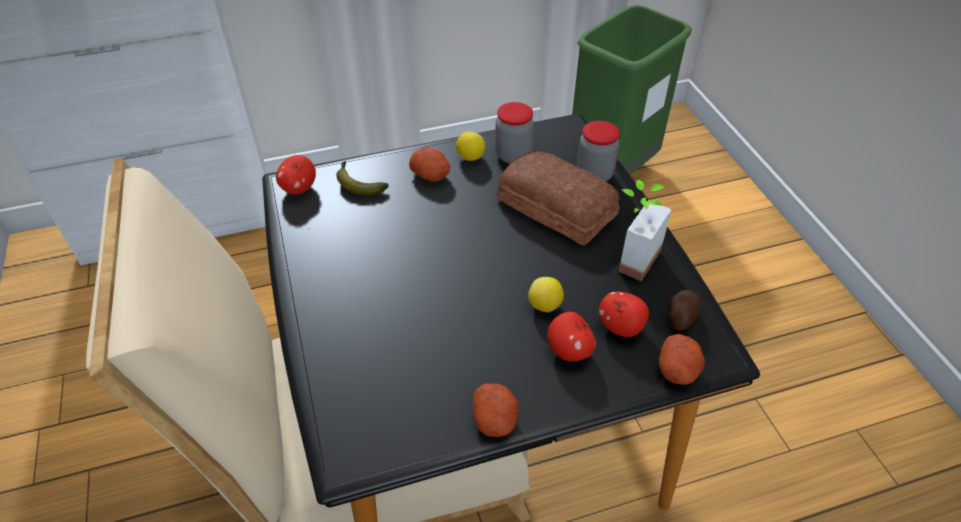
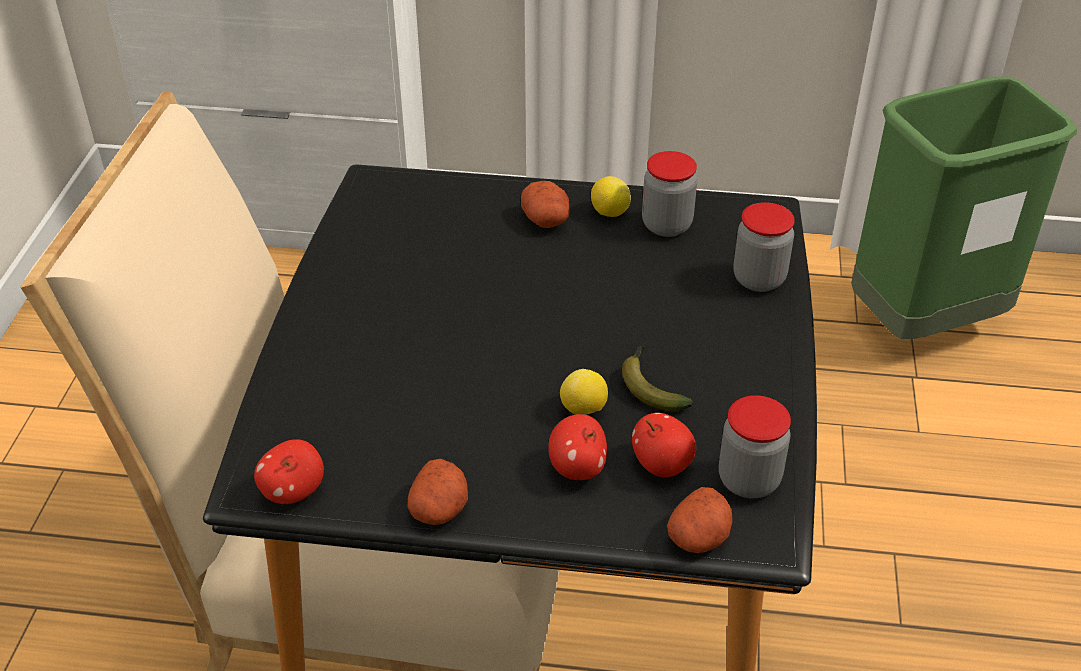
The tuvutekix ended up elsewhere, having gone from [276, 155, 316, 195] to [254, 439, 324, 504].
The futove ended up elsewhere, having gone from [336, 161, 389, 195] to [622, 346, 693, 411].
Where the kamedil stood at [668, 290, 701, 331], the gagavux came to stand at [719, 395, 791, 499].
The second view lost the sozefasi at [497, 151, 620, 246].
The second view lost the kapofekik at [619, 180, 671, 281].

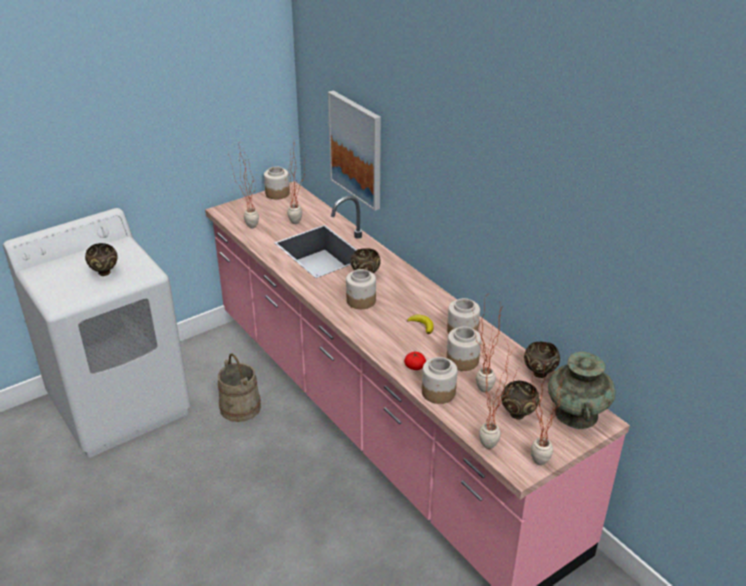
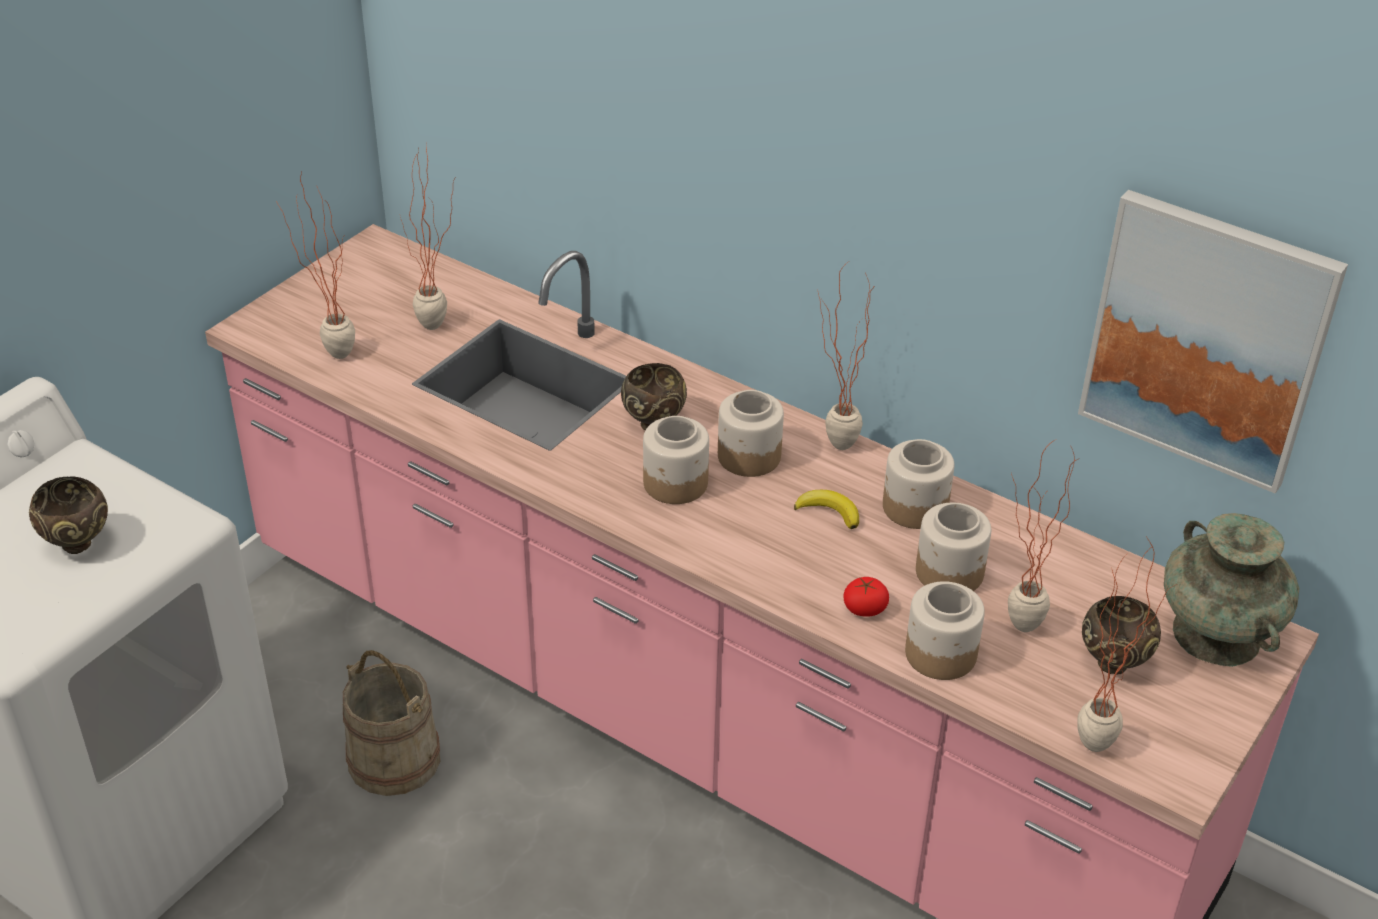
The gagavux ended up elsewhere, having gone from [264, 166, 290, 199] to [718, 390, 784, 477].
The kapofekik ended up elsewhere, having gone from [530, 361, 563, 465] to [818, 262, 874, 450].
The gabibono ended up elsewhere, having gone from [328, 90, 381, 211] to [1078, 190, 1348, 494].
The second view lost the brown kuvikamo at [524, 342, 560, 378].

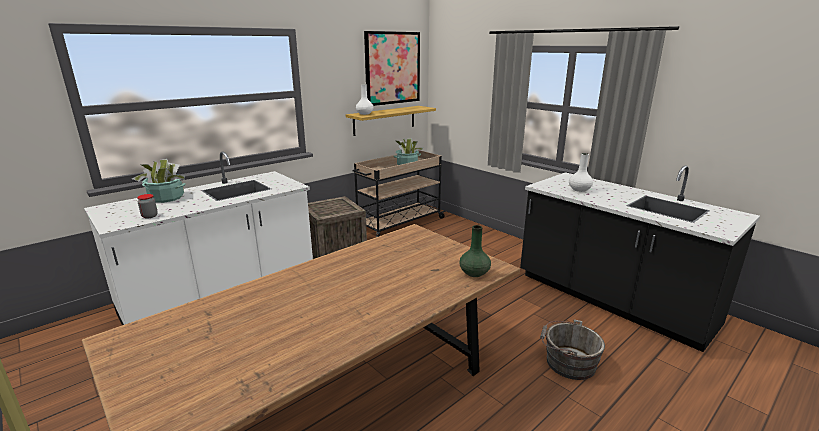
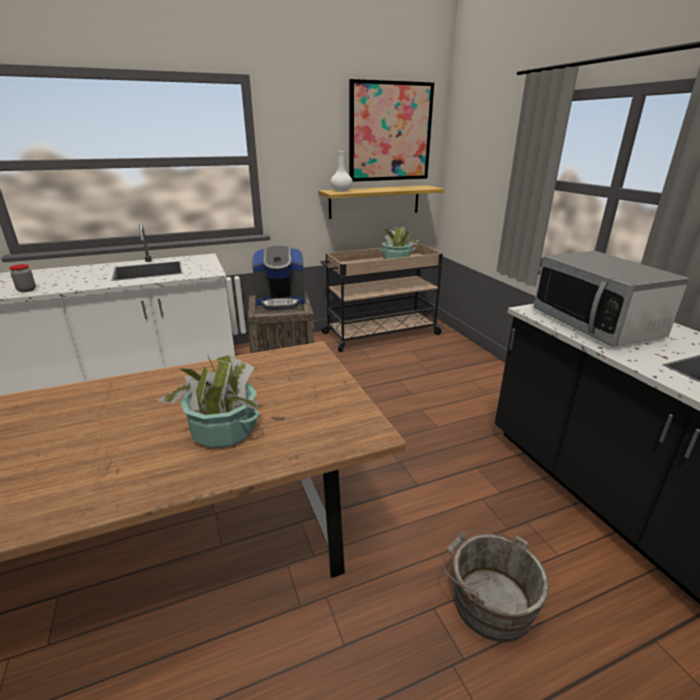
The kapofekik ended up elsewhere, having gone from [132, 159, 186, 203] to [157, 353, 260, 448].
The second view gained the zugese at [252, 246, 305, 310].
Where the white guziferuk stood at [569, 153, 593, 192], the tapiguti came to stand at [534, 251, 689, 347].
The second view lost the green guziferuk at [459, 225, 491, 277].

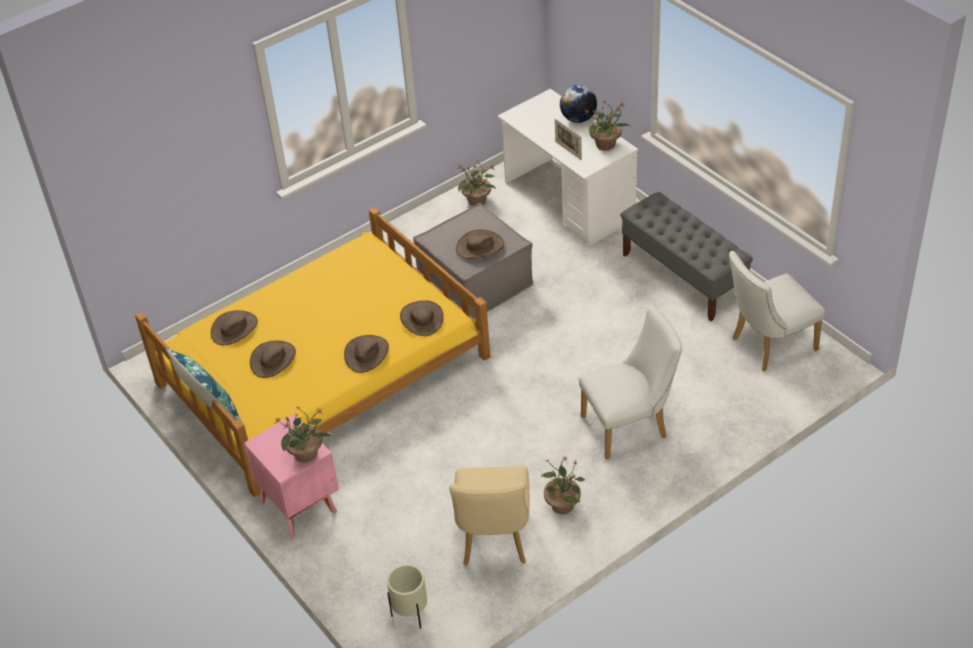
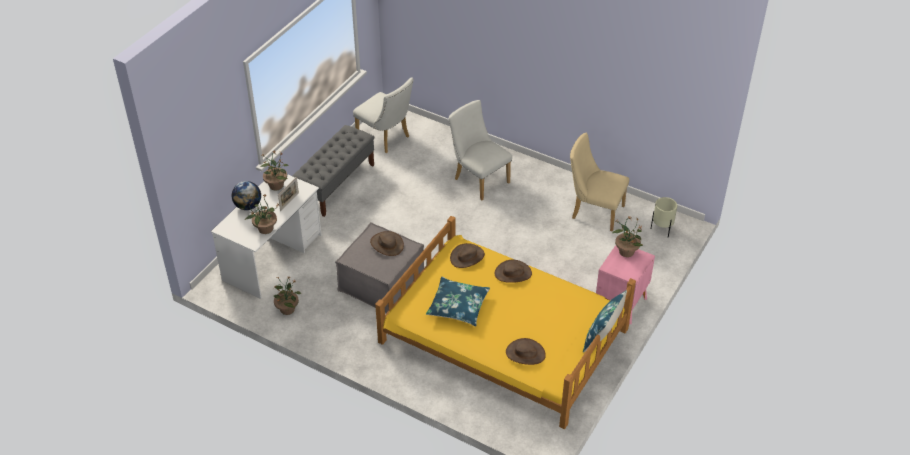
The kapofekik ended up elsewhere, having gone from [541, 456, 585, 514] to [245, 194, 279, 234].
The second view gained the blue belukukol at [426, 277, 490, 326].
The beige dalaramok at [449, 466, 529, 566] ended up facing another way, 135 degrees counterclockwise from before.
The second view lost the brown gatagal at [250, 341, 296, 378].

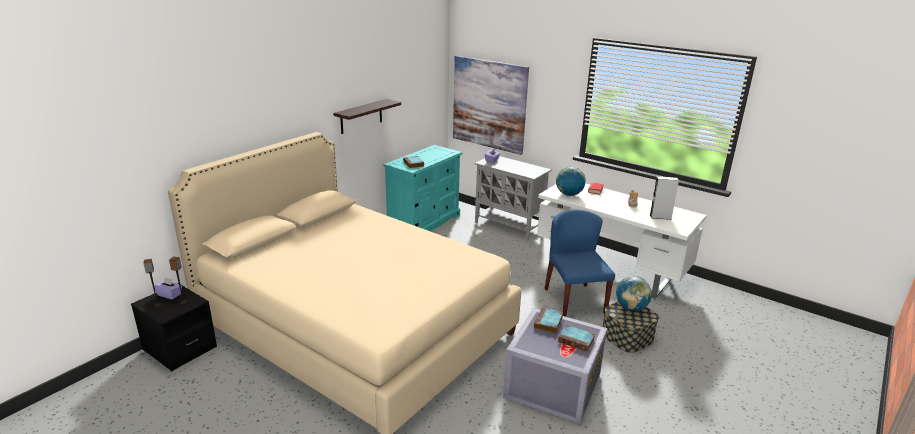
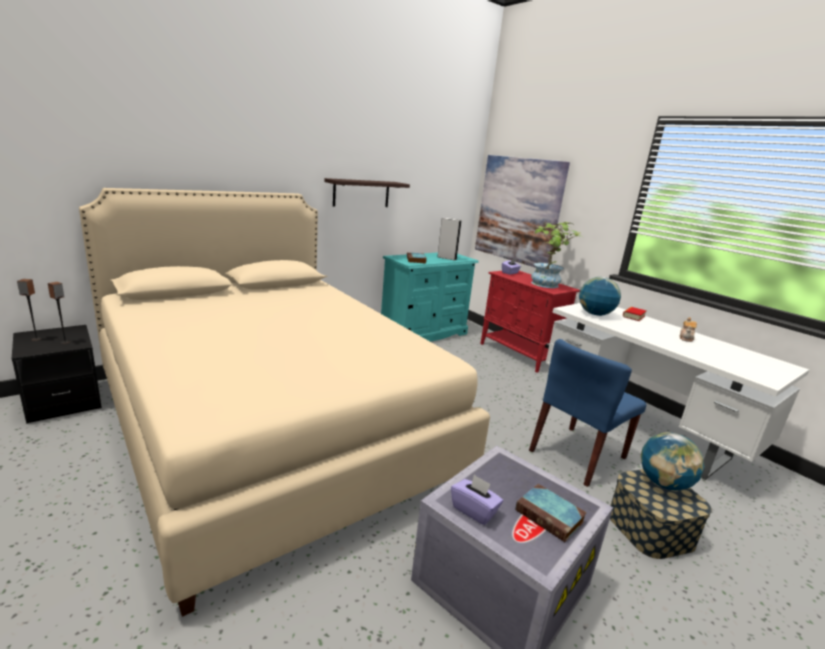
The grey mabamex ended up elsewhere, having gone from [650, 176, 679, 220] to [437, 218, 462, 260].
The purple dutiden ended up elsewhere, having gone from [154, 277, 182, 299] to [451, 474, 503, 525].
What was the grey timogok at [475, 156, 552, 241] turned into the red timogok at [481, 271, 580, 373].
The blue dalaramok at [544, 210, 615, 317] ended up facing another way, 135 degrees counterclockwise from before.
The second view gained the kapofekik at [531, 222, 585, 288].
The second view lost the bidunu at [534, 308, 563, 333].

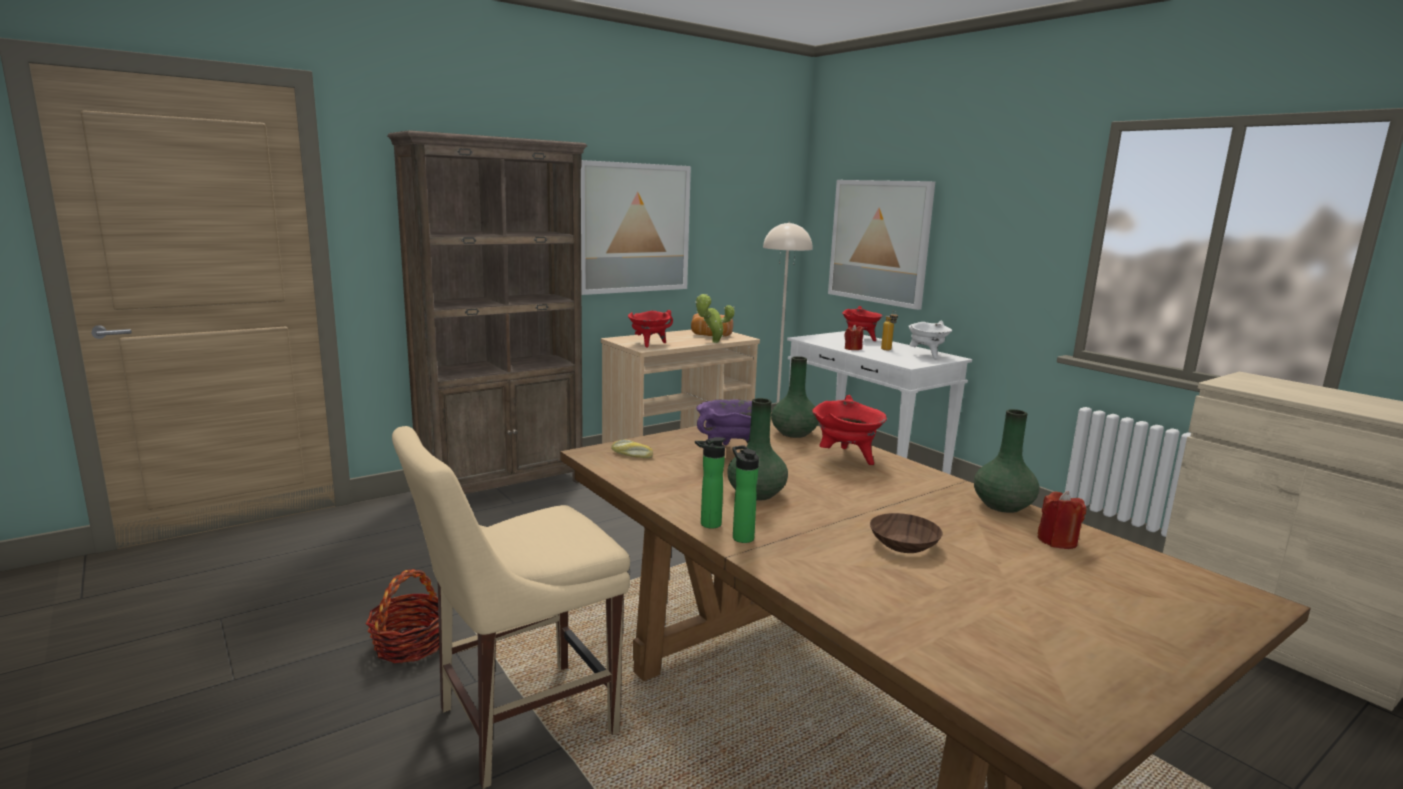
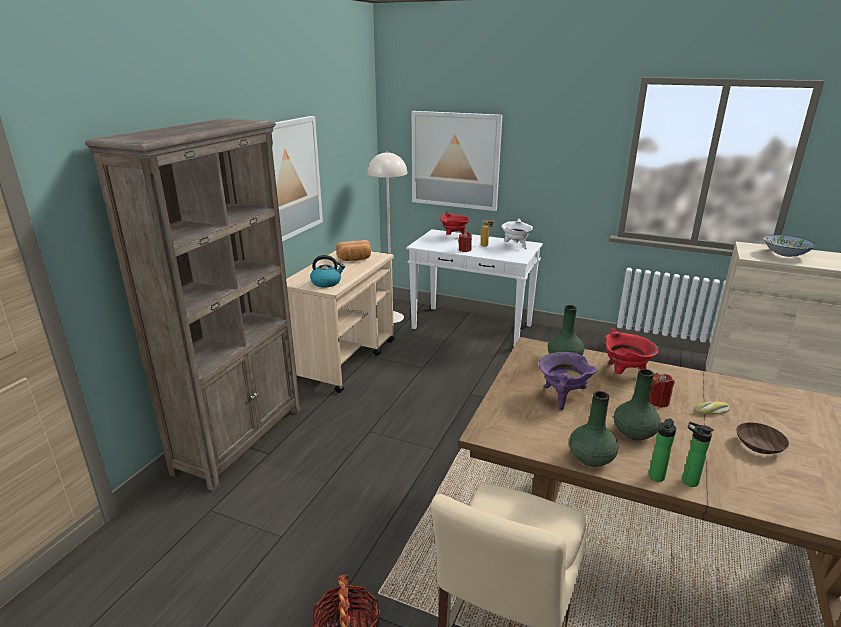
Where the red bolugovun stood at [628, 310, 673, 348], the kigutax came to stand at [310, 255, 345, 287].
The green guziferuk ended up elsewhere, having gone from [974, 409, 1039, 513] to [569, 391, 618, 467].
The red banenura ended up elsewhere, having gone from [1038, 491, 1086, 549] to [649, 373, 675, 408].
The sozefasi ended up elsewhere, having gone from [611, 440, 653, 458] to [694, 402, 730, 414].
The second view gained the kuvikamo at [763, 234, 817, 257].
The second view lost the kapofekik at [695, 294, 735, 343].

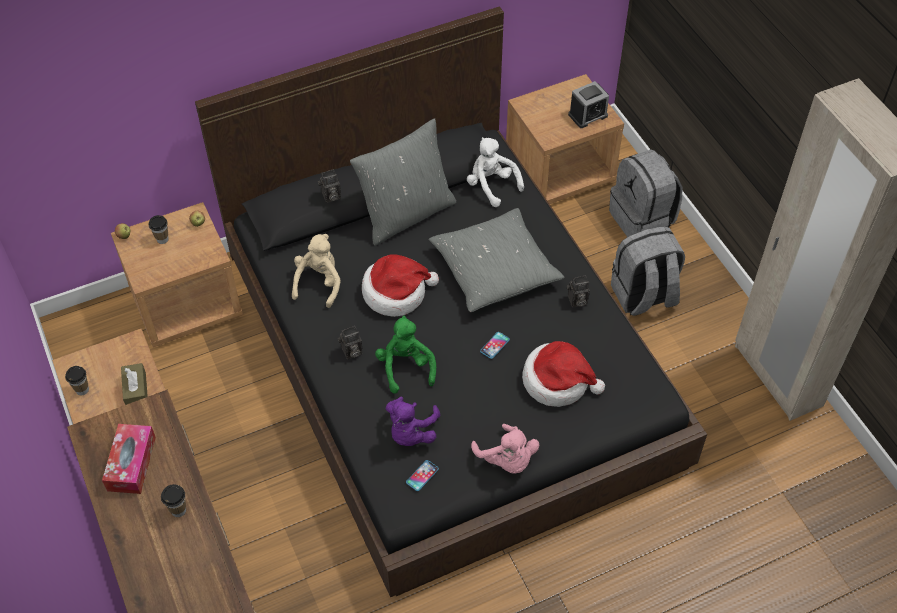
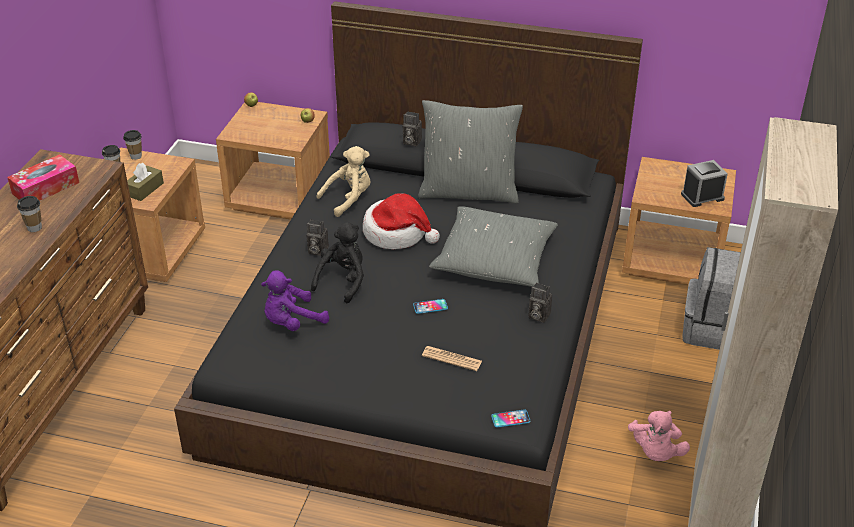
The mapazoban ended up elsewhere, having gone from [149, 215, 169, 244] to [123, 130, 142, 160].
What was the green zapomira at [375, 315, 436, 394] turned into the black zapomira at [311, 222, 364, 303].
Where the gatagal stood at [522, 341, 605, 407], the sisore came to stand at [422, 346, 482, 371].
The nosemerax ended up elsewhere, having gone from [406, 460, 439, 491] to [491, 409, 530, 428].
The pink zapomira ended up elsewhere, having gone from [471, 424, 539, 474] to [628, 411, 690, 461].
The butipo at [568, 81, 609, 128] ended up facing another way, 150 degrees clockwise from before.
The second view lost the white zapomira at [467, 137, 524, 207].
The second view lost the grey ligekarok at [611, 226, 685, 316].

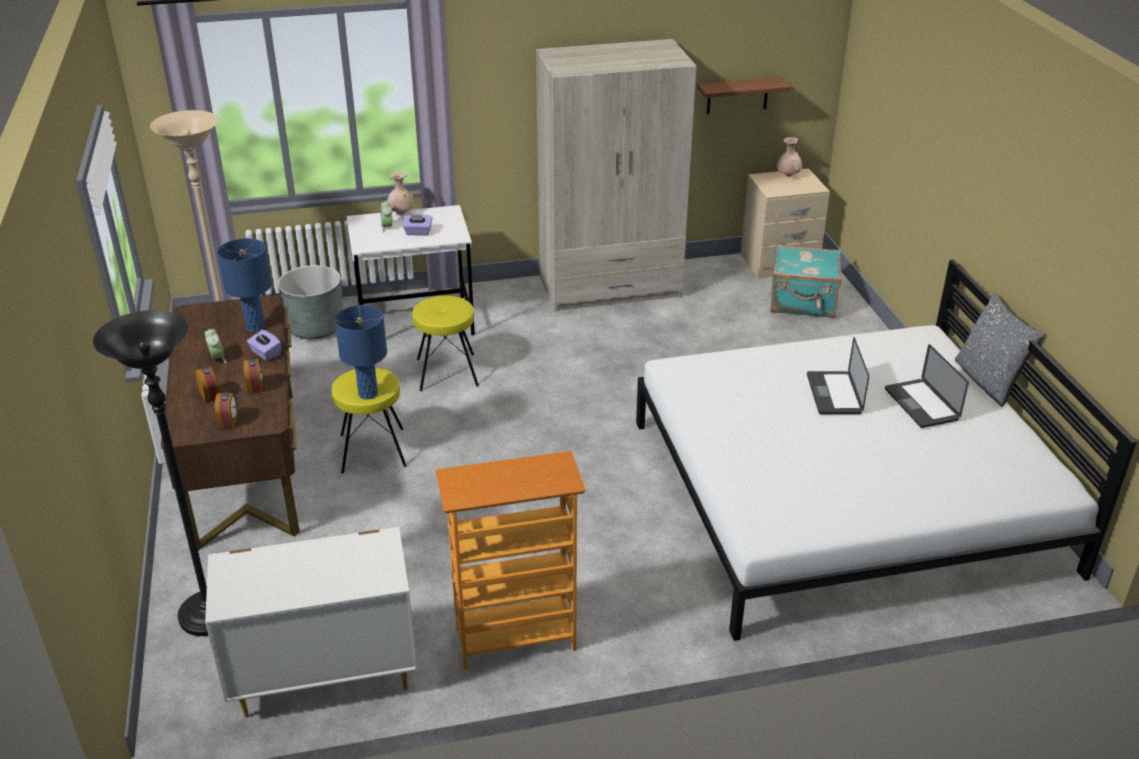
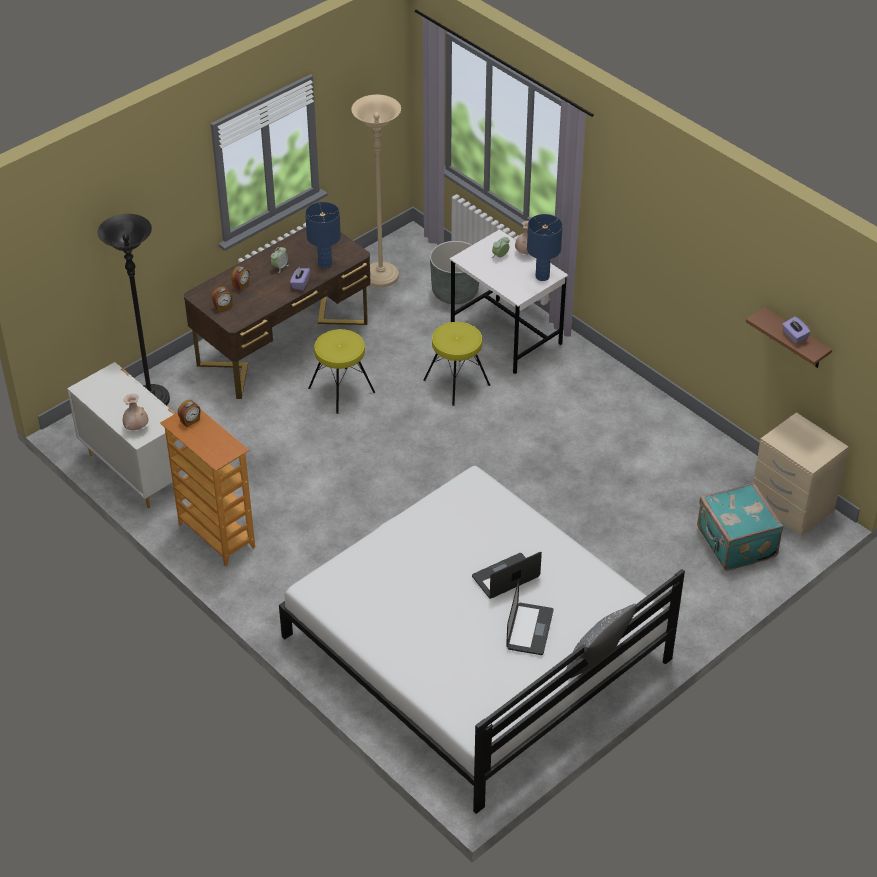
The beige guziferuk ended up elsewhere, having gone from [777, 137, 802, 177] to [123, 394, 148, 430].
The butipo ended up elsewhere, having gone from [243, 358, 262, 394] to [178, 400, 201, 427].
The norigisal at [885, 344, 969, 428] ended up facing another way, 150 degrees clockwise from before.
The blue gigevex ended up elsewhere, having gone from [335, 305, 387, 399] to [527, 214, 563, 281].
The purple dutiden ended up elsewhere, having gone from [403, 214, 432, 236] to [782, 316, 811, 344].
The second view lost the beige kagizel at [536, 39, 697, 312].

